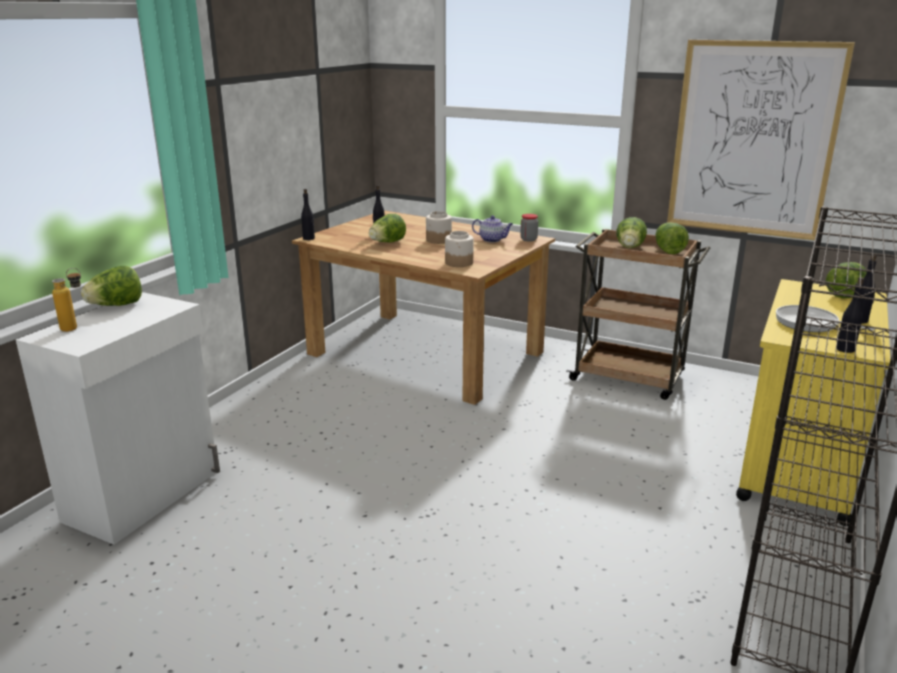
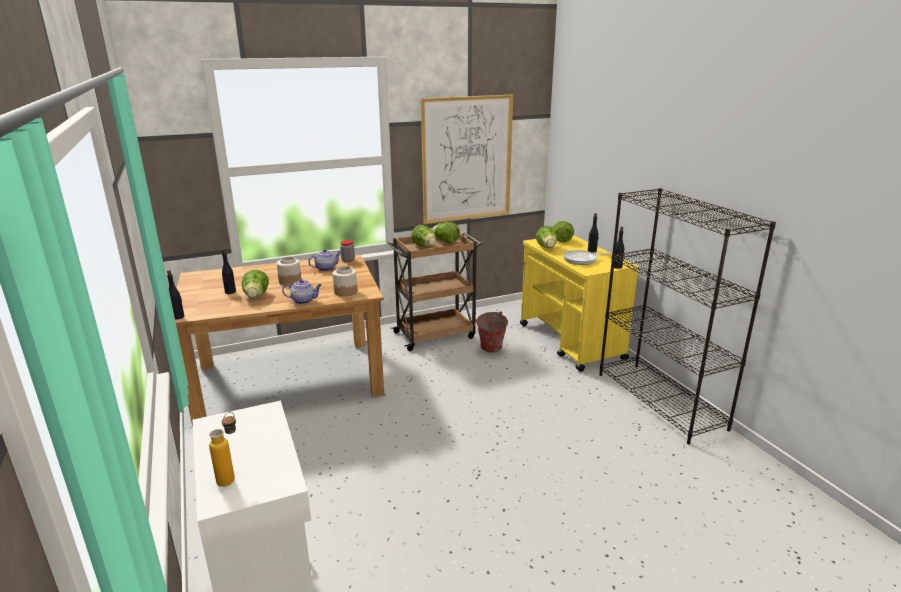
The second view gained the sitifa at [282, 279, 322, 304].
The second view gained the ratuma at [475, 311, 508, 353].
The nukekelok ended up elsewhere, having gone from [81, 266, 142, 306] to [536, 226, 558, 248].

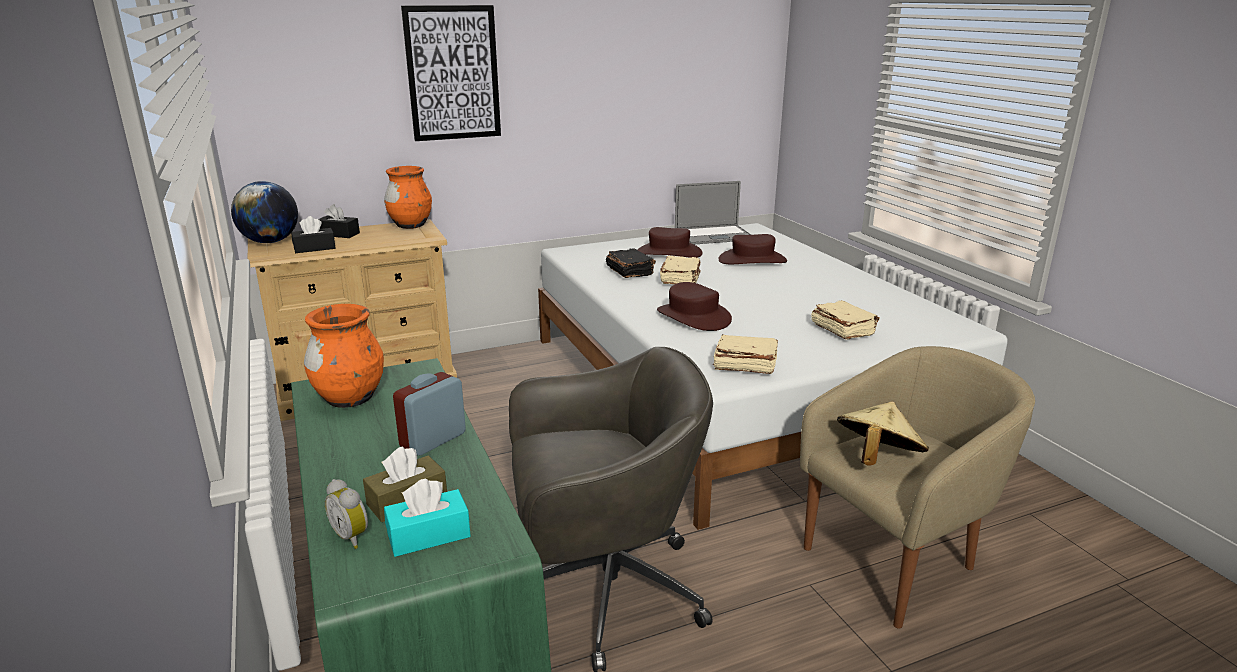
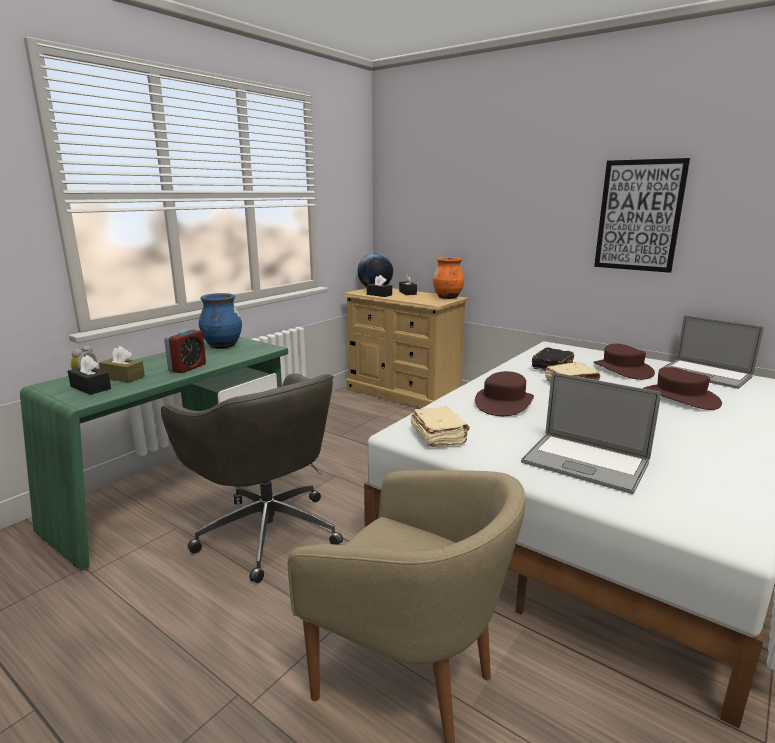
What was the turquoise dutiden at [384, 479, 471, 557] turned into the black dutiden at [68, 355, 111, 395].
The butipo at [393, 372, 466, 456] ended up facing another way, 105 degrees clockwise from before.
What was the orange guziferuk at [304, 304, 384, 408] turned into the blue guziferuk at [199, 293, 242, 349].
Where the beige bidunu stood at [811, 300, 880, 340], the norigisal came to stand at [521, 372, 661, 494].
The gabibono ended up elsewhere, having gone from [401, 5, 501, 141] to [594, 158, 690, 273].
The second view lost the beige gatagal at [837, 402, 929, 466].

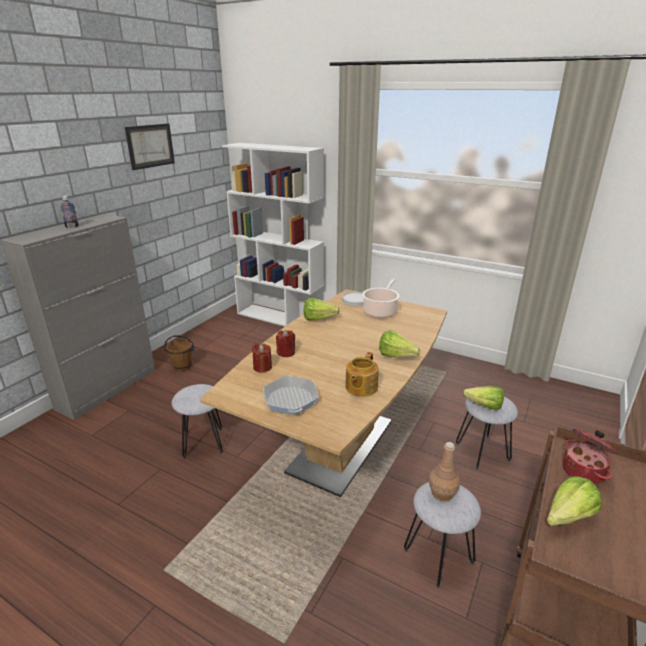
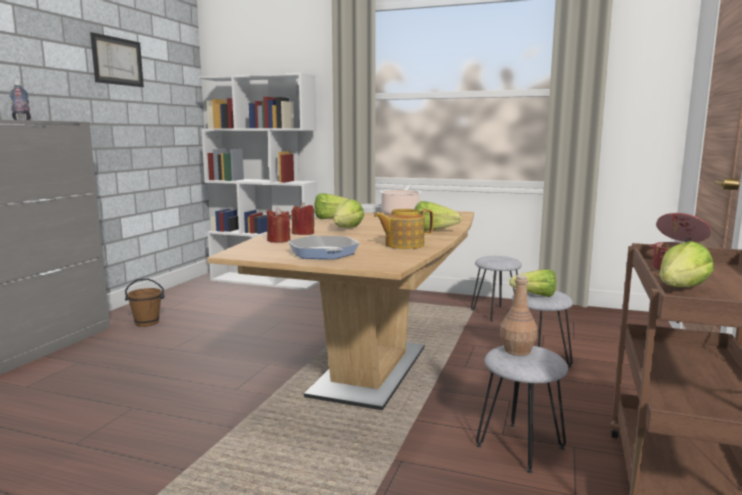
The second view gained the nukekelok at [334, 199, 364, 228].
The sitifa at [345, 352, 379, 397] ended up facing another way, 60 degrees clockwise from before.
The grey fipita ended up elsewhere, having gone from [172, 384, 223, 459] to [471, 256, 522, 322].

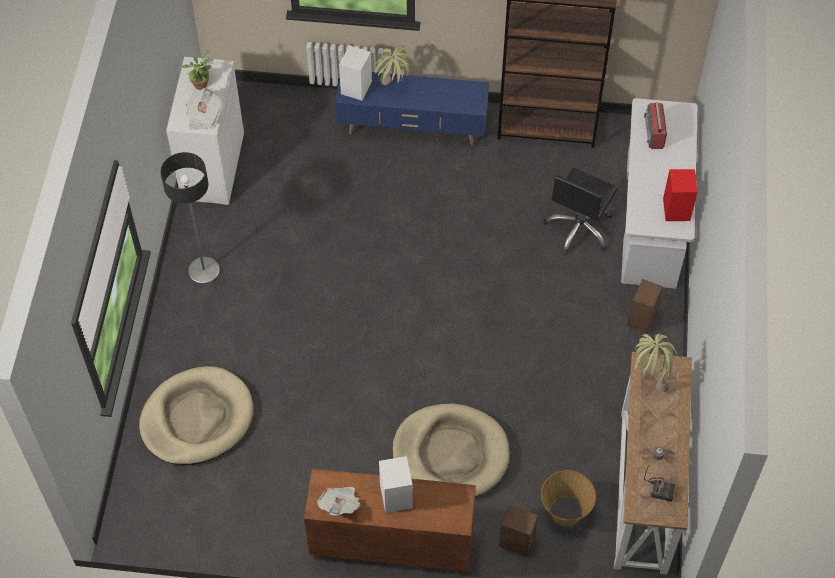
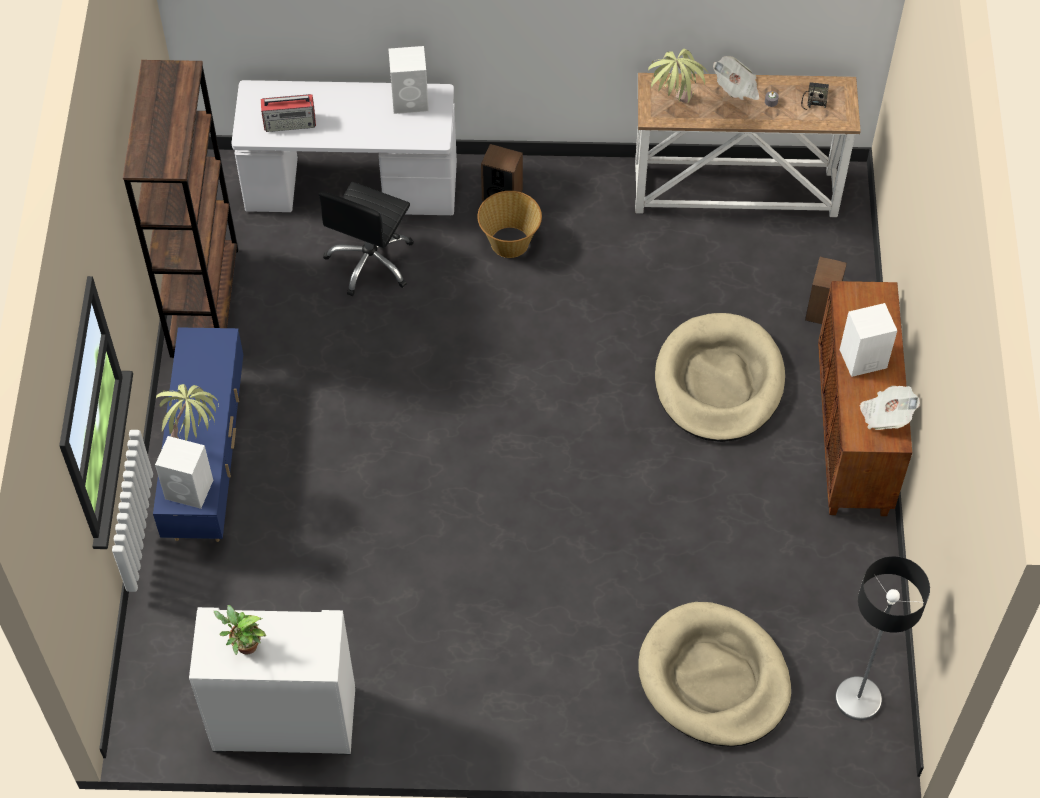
The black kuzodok at [543, 168, 618, 255] ended up facing another way, 90 degrees clockwise from before.
What was the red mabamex at [663, 169, 698, 221] turned into the white mabamex at [389, 46, 429, 114].
The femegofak ended up elsewhere, having gone from [541, 470, 596, 527] to [477, 191, 542, 258].
The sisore ended up elsewhere, having gone from [186, 88, 222, 130] to [713, 56, 759, 100].
The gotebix ended up elsewhere, having gone from [161, 152, 220, 285] to [835, 556, 930, 720].

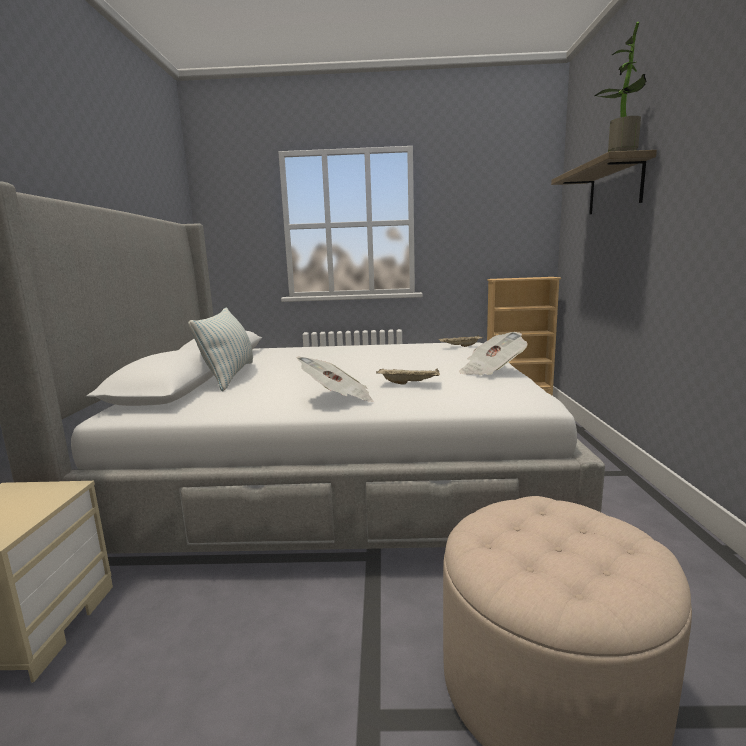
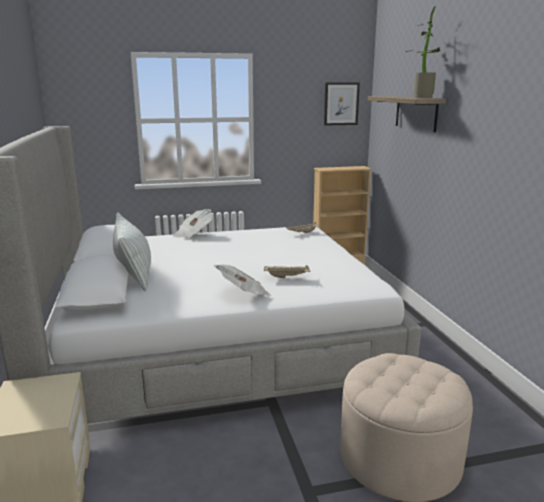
The sisore ended up elsewhere, having gone from [459, 332, 528, 375] to [173, 209, 213, 238].
The second view gained the gabibono at [324, 82, 360, 126].

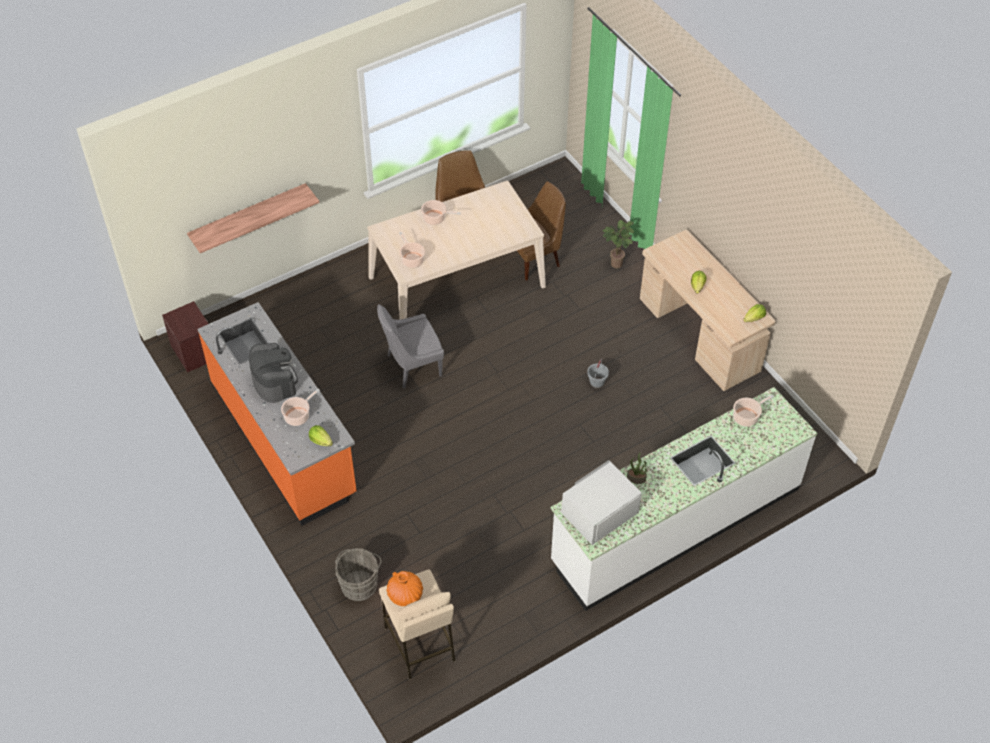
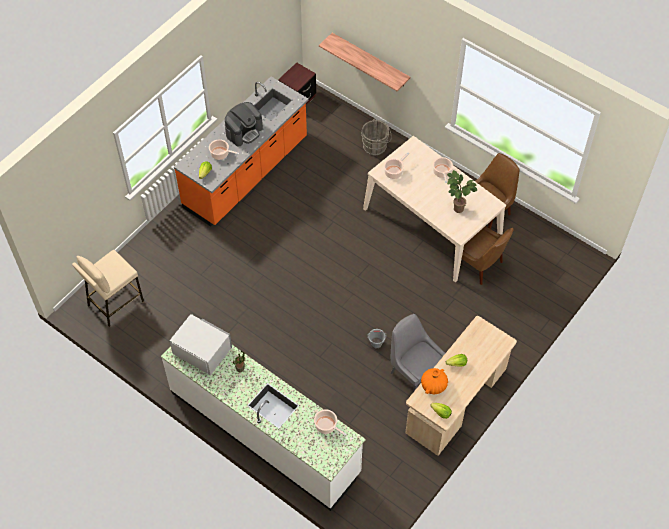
The grey ratuma ended up elsewhere, having gone from [335, 548, 382, 601] to [362, 119, 392, 155].
The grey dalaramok ended up elsewhere, having gone from [377, 304, 444, 388] to [391, 314, 445, 392].
The orange guziferuk ended up elsewhere, having gone from [387, 571, 423, 606] to [421, 368, 448, 394].
The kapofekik ended up elsewhere, having gone from [603, 220, 634, 268] to [447, 170, 477, 213].

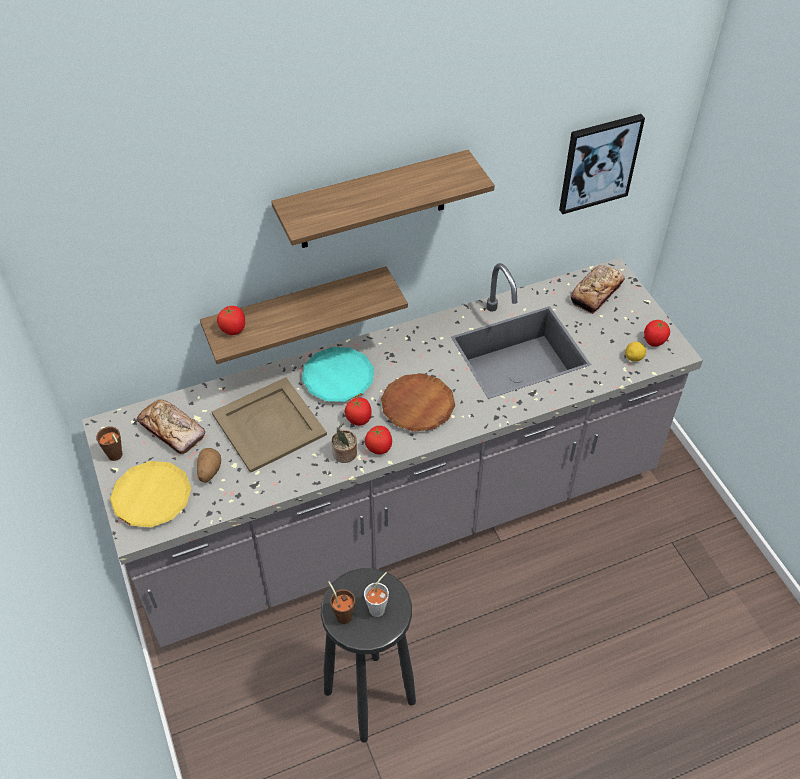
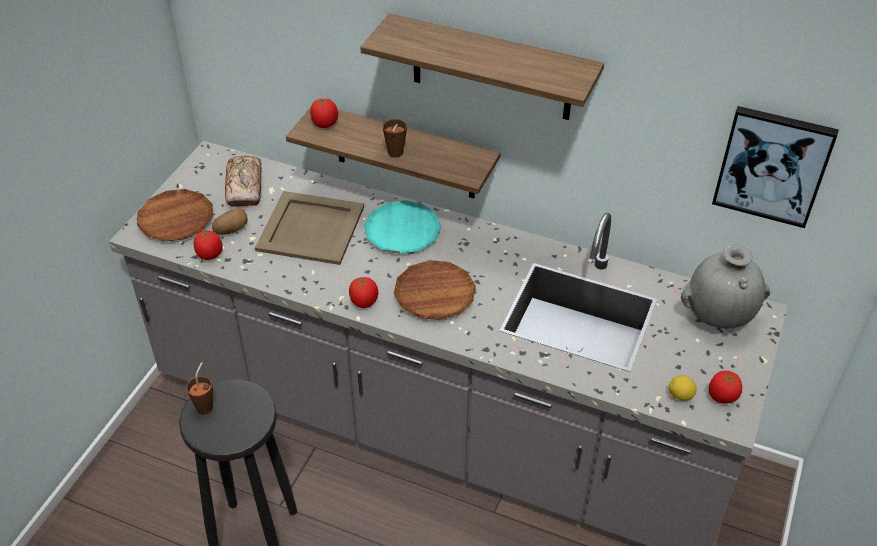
What was the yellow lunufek at [110, 461, 191, 527] turned into the brown lunufek at [137, 189, 213, 241].
The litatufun ended up elsewhere, having gone from [345, 397, 372, 426] to [194, 230, 223, 260].
The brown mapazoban ended up elsewhere, having gone from [96, 427, 122, 461] to [383, 119, 407, 158].
Where the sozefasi stood at [570, 265, 625, 314], the grey guziferuk came to stand at [681, 245, 770, 332].
The second view lost the kapofekik at [331, 422, 357, 463].
The second view lost the grey mapazoban at [364, 572, 389, 617].

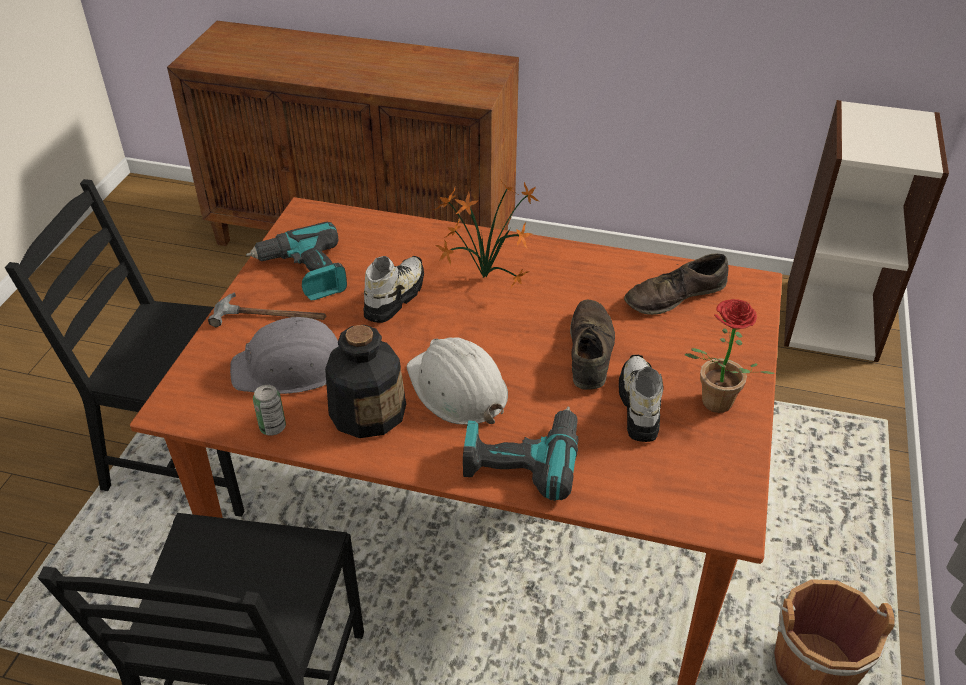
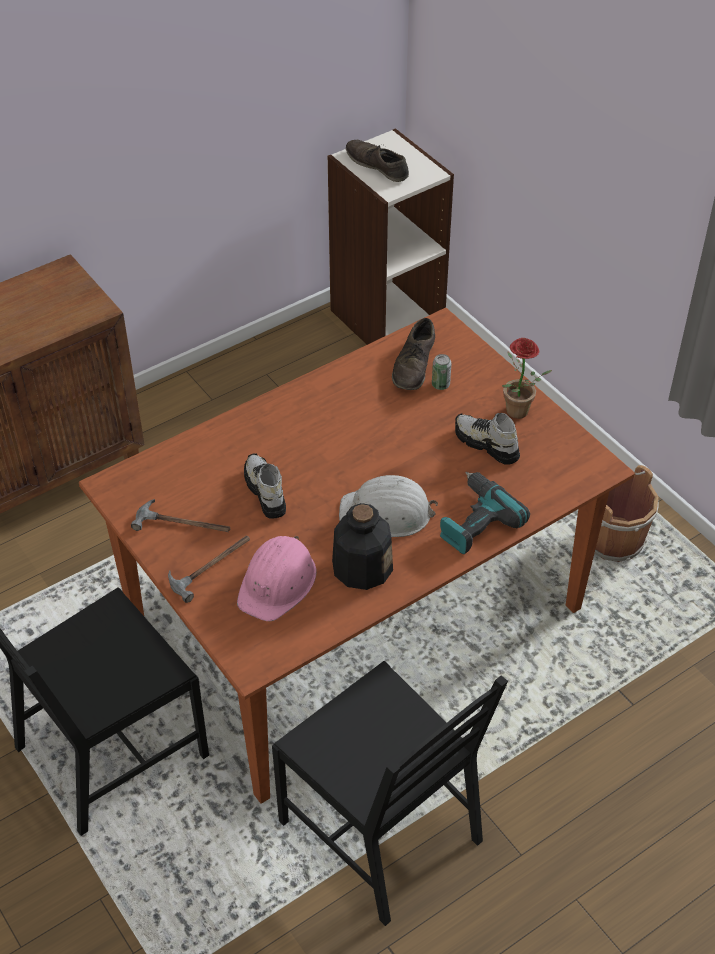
Where the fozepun stood at [246, 222, 347, 300], the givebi came to stand at [131, 499, 231, 532].
What was the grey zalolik at [230, 317, 339, 394] turned into the pink zalolik at [237, 536, 317, 621].
The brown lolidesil ended up elsewhere, having gone from [570, 299, 615, 390] to [346, 140, 409, 182].
The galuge ended up elsewhere, having gone from [253, 385, 286, 436] to [432, 354, 451, 390].
The second view lost the kapofekik at [433, 179, 539, 289].

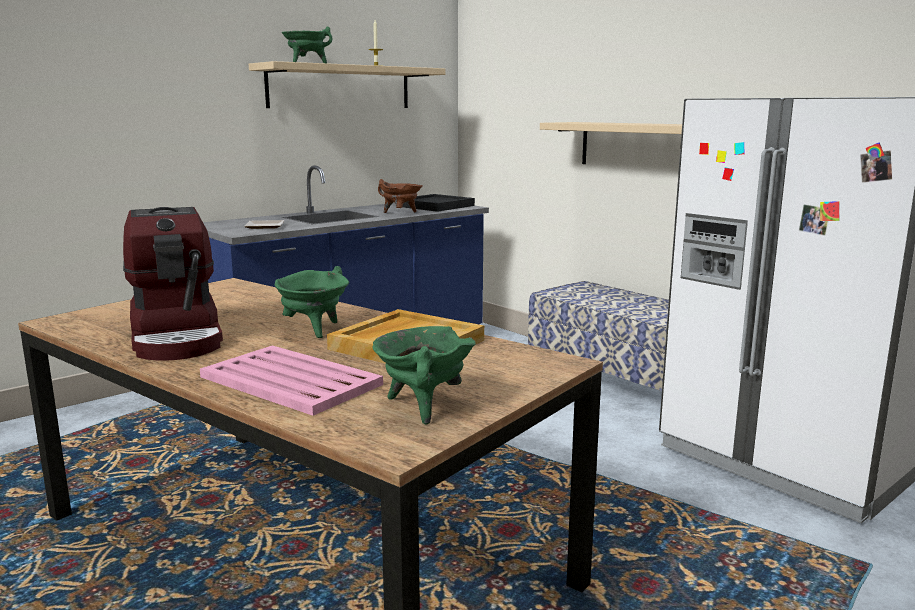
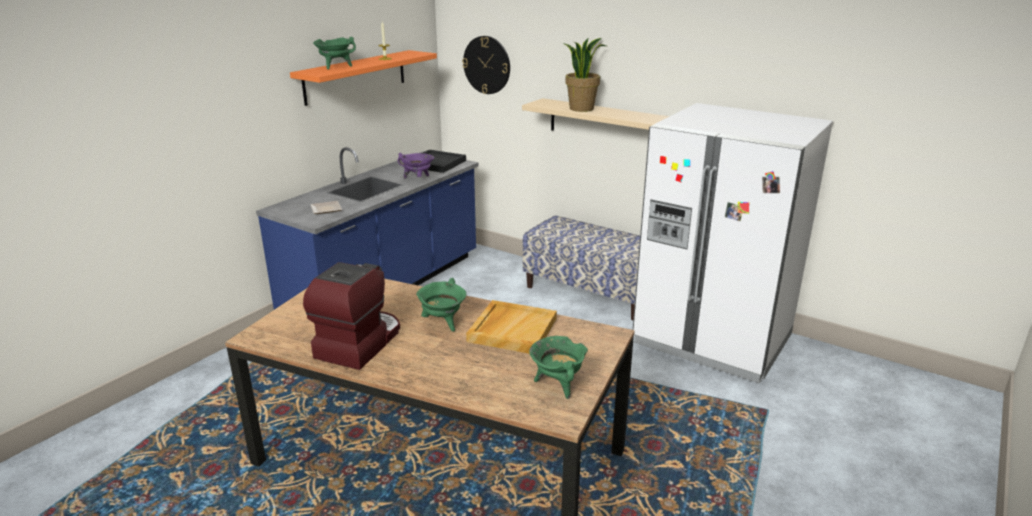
What was the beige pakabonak at [249, 61, 446, 108] turned into the orange pakabonak at [290, 50, 437, 106].
The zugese at [123, 207, 223, 361] ended up facing another way, 120 degrees counterclockwise from before.
What was the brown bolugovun at [378, 179, 422, 213] turned into the purple bolugovun at [398, 153, 434, 179].
The second view gained the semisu at [462, 36, 510, 94].
The second view gained the kapofekik at [564, 38, 606, 112].
The second view lost the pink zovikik at [200, 346, 383, 416].

